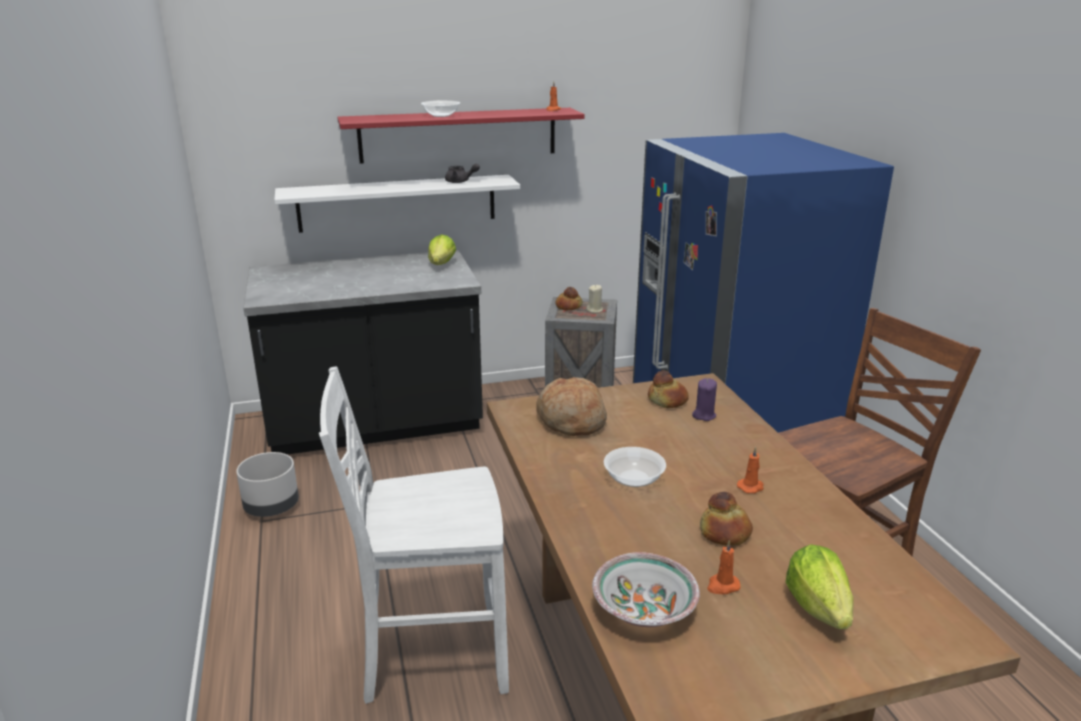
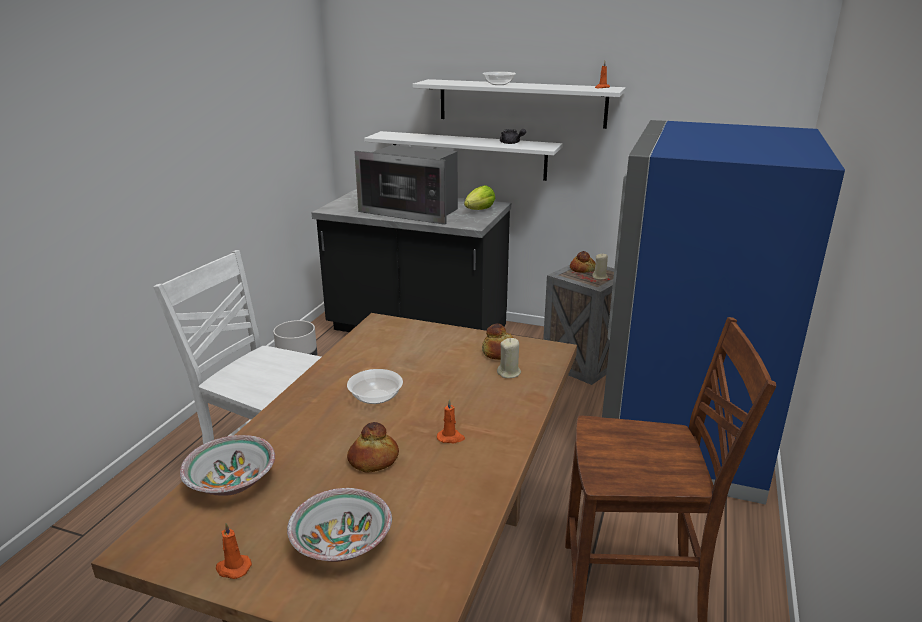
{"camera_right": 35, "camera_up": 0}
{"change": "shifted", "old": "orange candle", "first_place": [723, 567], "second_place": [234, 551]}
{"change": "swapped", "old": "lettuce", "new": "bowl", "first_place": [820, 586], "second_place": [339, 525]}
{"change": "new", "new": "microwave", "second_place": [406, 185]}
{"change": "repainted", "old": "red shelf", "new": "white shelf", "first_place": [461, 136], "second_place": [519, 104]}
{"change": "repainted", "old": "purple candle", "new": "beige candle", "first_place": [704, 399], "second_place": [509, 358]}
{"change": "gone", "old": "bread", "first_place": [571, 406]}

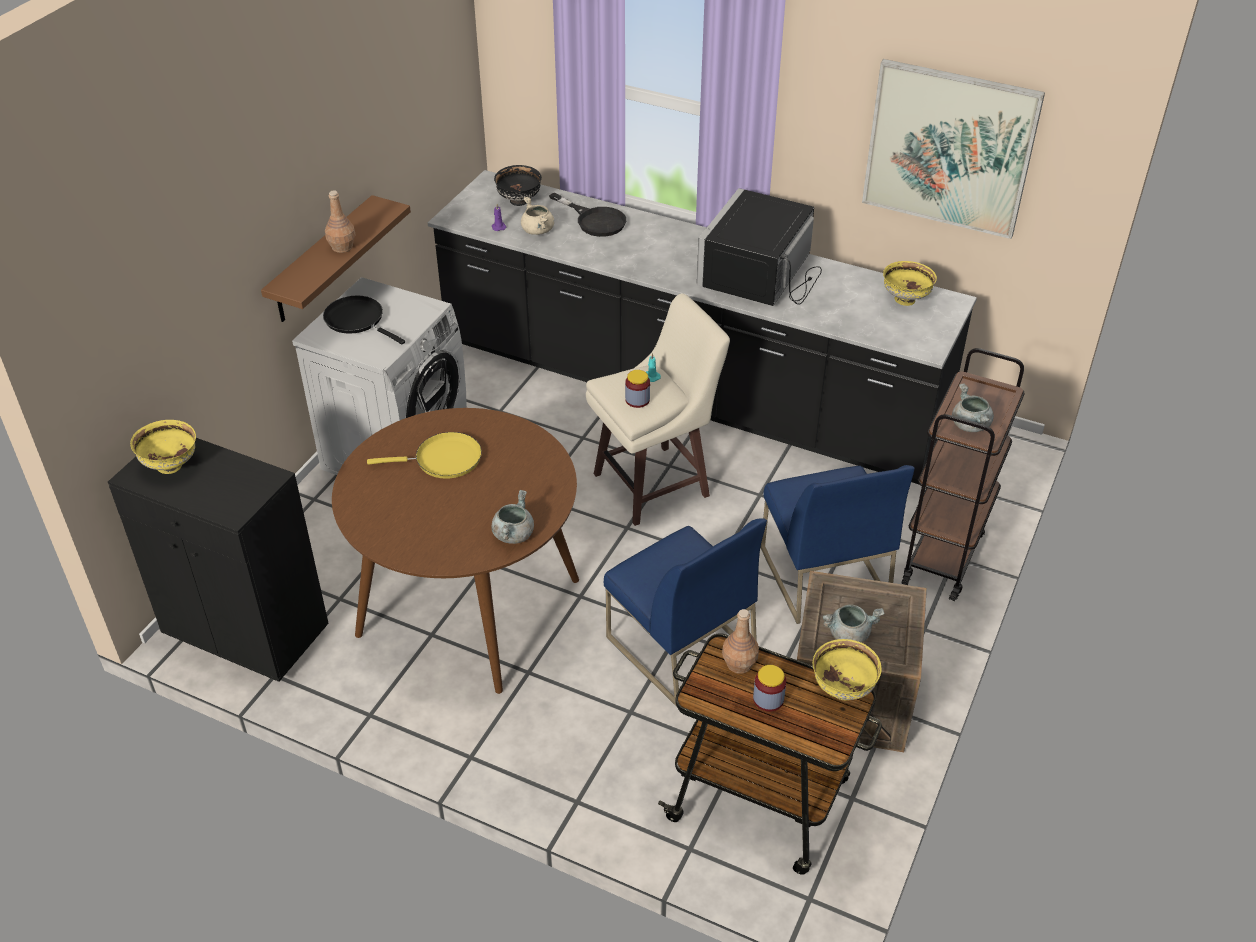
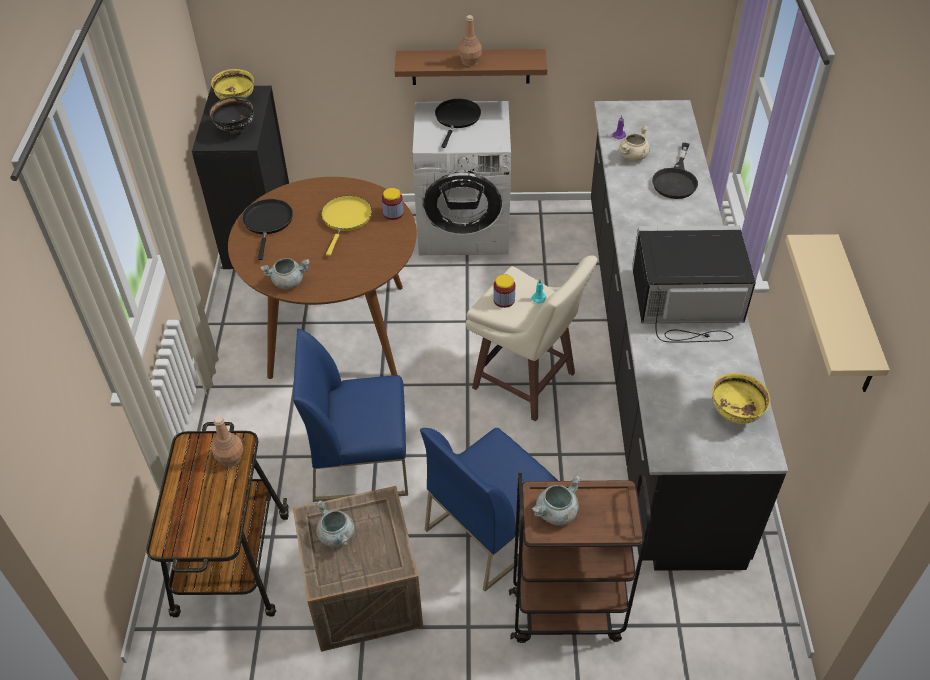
{"camera_right": 65, "camera_up": 5}
{"change": "shifted", "old": "black bowl", "first_place": [518, 185], "second_place": [231, 116]}
{"change": "new", "new": "black frying pan", "second_place": [267, 229]}
{"change": "rotated", "old": "blue chair", "first_place": [685, 612], "second_place": [350, 415], "degrees": 60}
{"change": "rotated", "old": "yellow frying pan", "first_place": [424, 455], "second_place": [346, 226], "degrees": -135}
{"change": "shifted", "old": "jar", "first_place": [769, 688], "second_place": [393, 204]}
{"change": "swapped", "old": "picture", "new": "beige shelf", "first_place": [953, 149], "second_place": [837, 313]}
{"change": "gone", "old": "yellow bowl", "first_place": [847, 669]}

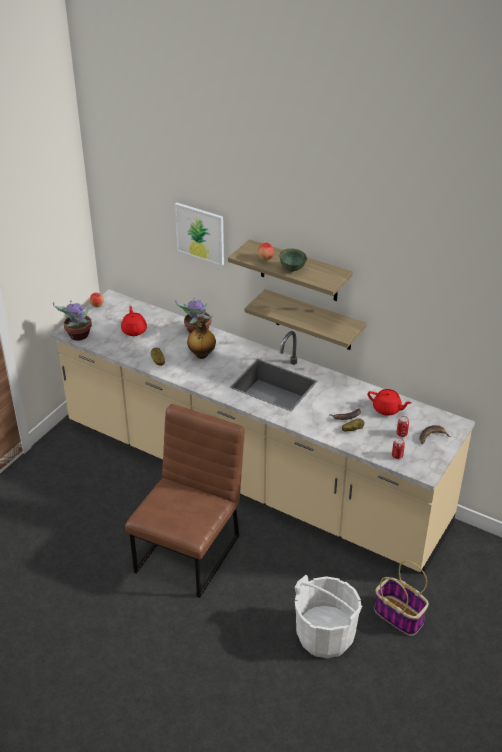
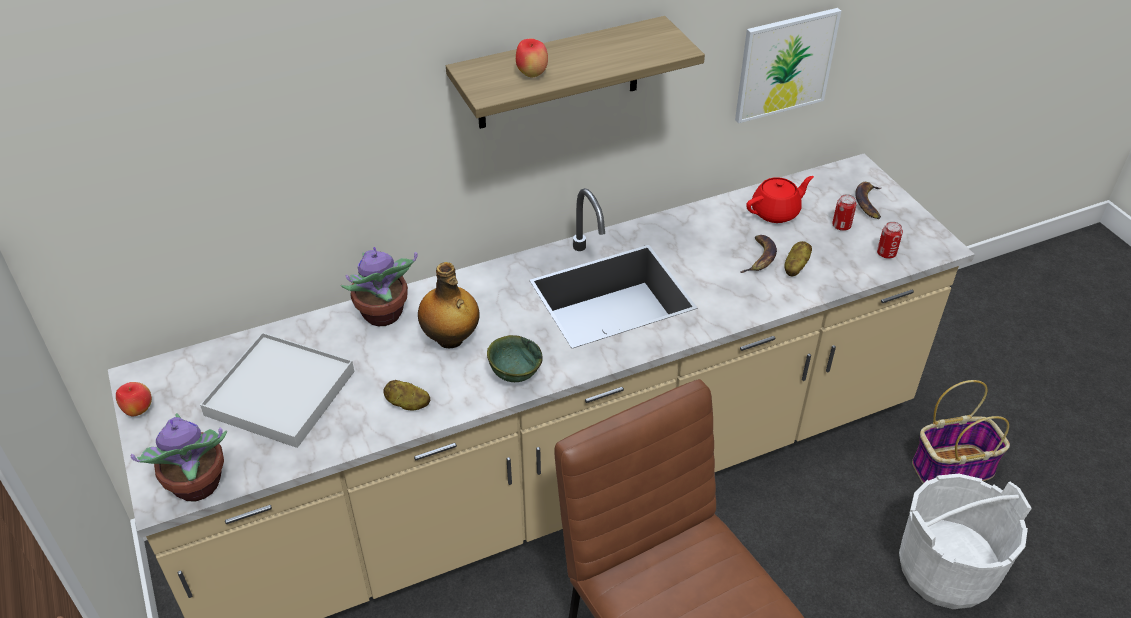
{"camera_right": -55, "camera_up": 5}
{"change": "swapped", "old": "red teapot", "new": "white tray", "first_place": [134, 321], "second_place": [277, 390]}
{"change": "shifted", "old": "green bowl", "first_place": [293, 260], "second_place": [515, 358]}
{"change": "shifted", "old": "picture", "first_place": [199, 234], "second_place": [788, 65]}
{"change": "gone", "old": "shelf", "first_place": [305, 319]}

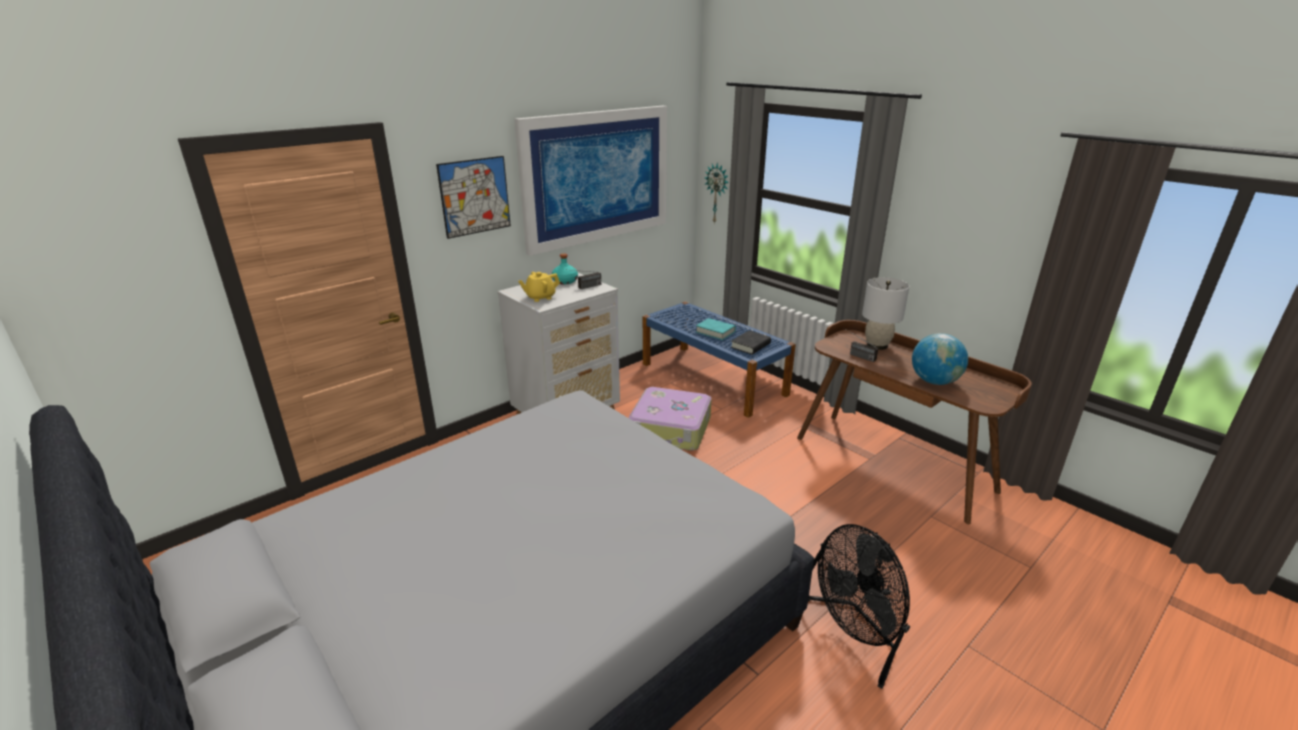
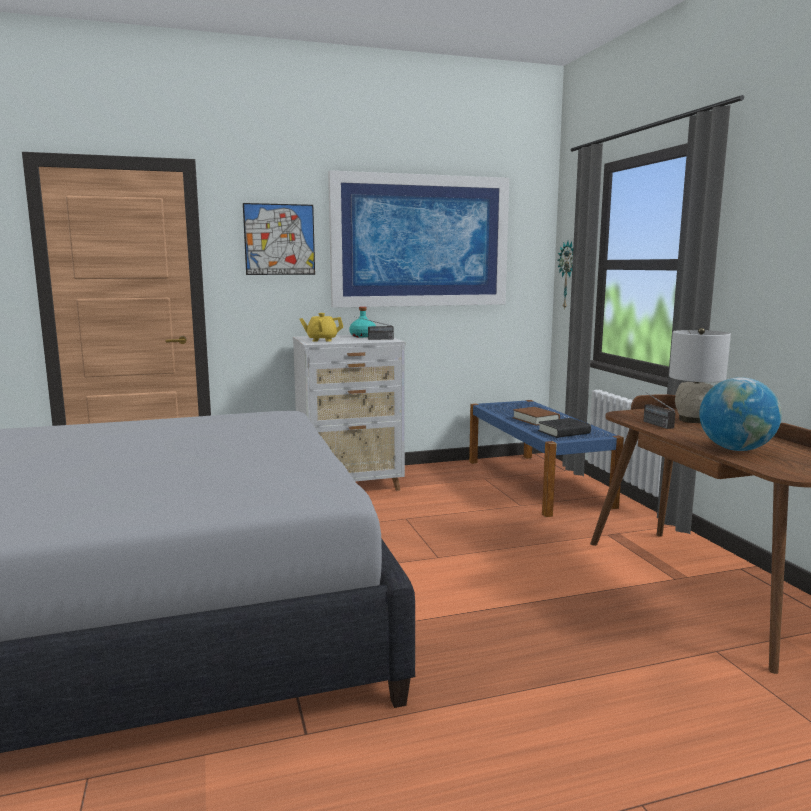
{"camera_right": 25, "camera_up": -15}
{"change": "repainted", "old": "turquoise book", "new": "brown book", "first_place": [716, 329], "second_place": [536, 416]}
{"change": "gone", "old": "suitcase", "first_place": [669, 419]}
{"change": "gone", "old": "black fan", "first_place": [859, 606]}

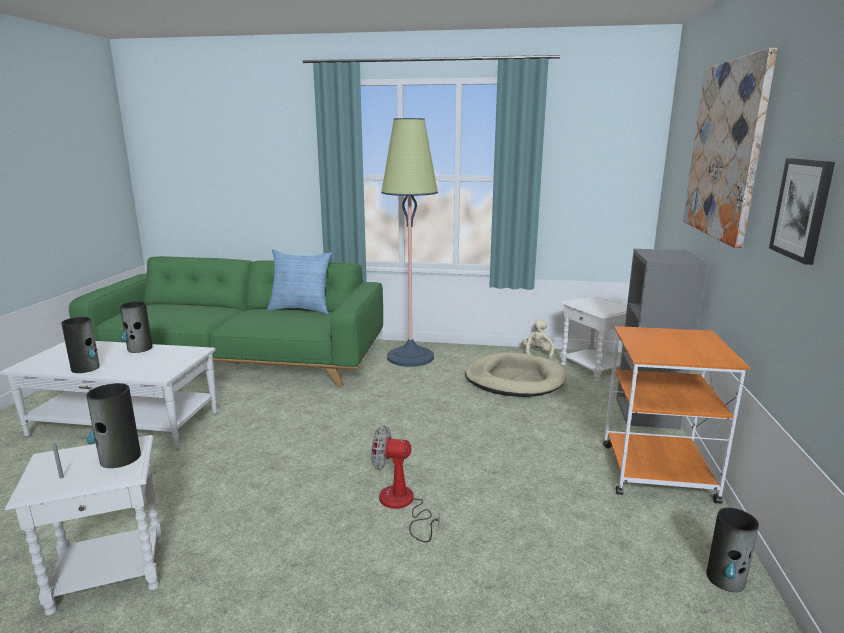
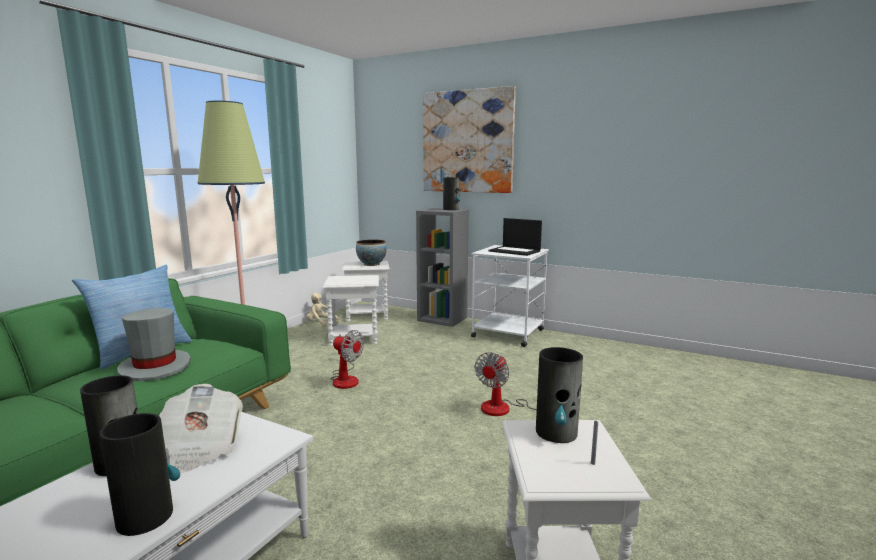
{"camera_right": -70, "camera_up": -5}
{"change": "new", "new": "grey hat", "second_place": [154, 344]}
{"change": "new", "new": "newspaper", "second_place": [201, 428]}
{"change": "swapped", "old": "beige dog bed", "new": "white side table", "first_place": [516, 374], "second_place": [350, 310]}
{"change": "new", "new": "fan", "second_place": [347, 359]}
{"change": "new", "new": "bowl", "second_place": [371, 253]}
{"change": "shifted", "old": "vase", "first_place": [732, 550], "second_place": [451, 193]}
{"change": "repainted", "old": "orange cart", "new": "white cart", "first_place": [676, 415], "second_place": [510, 296]}
{"change": "new", "new": "laptop", "second_place": [515, 237]}
{"change": "gone", "old": "picture", "first_place": [802, 211]}

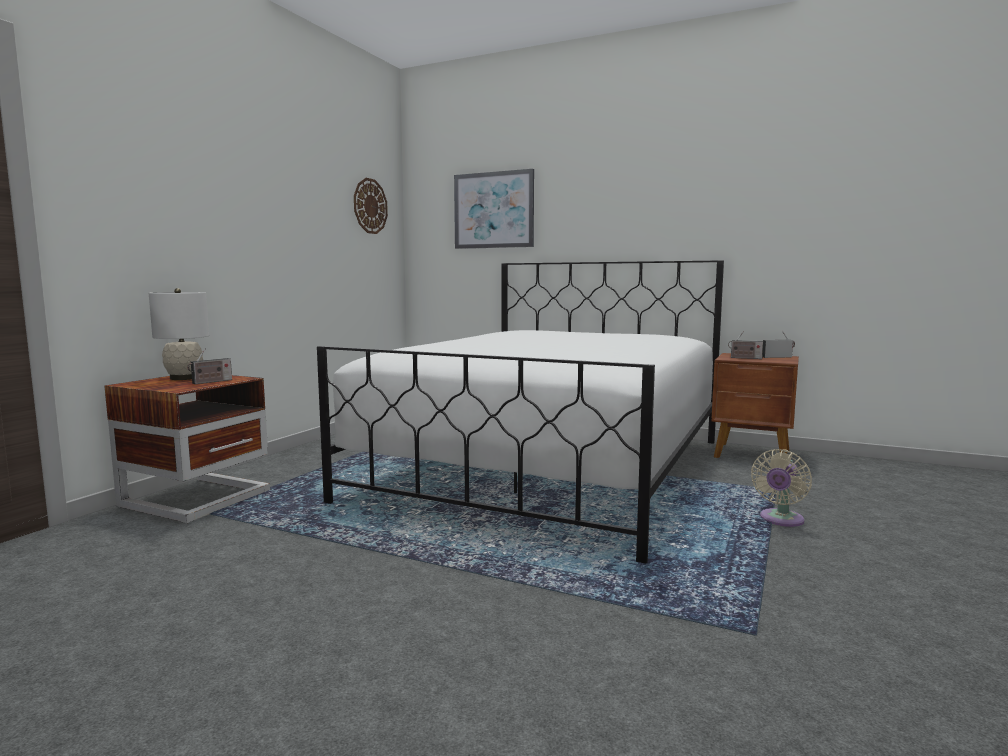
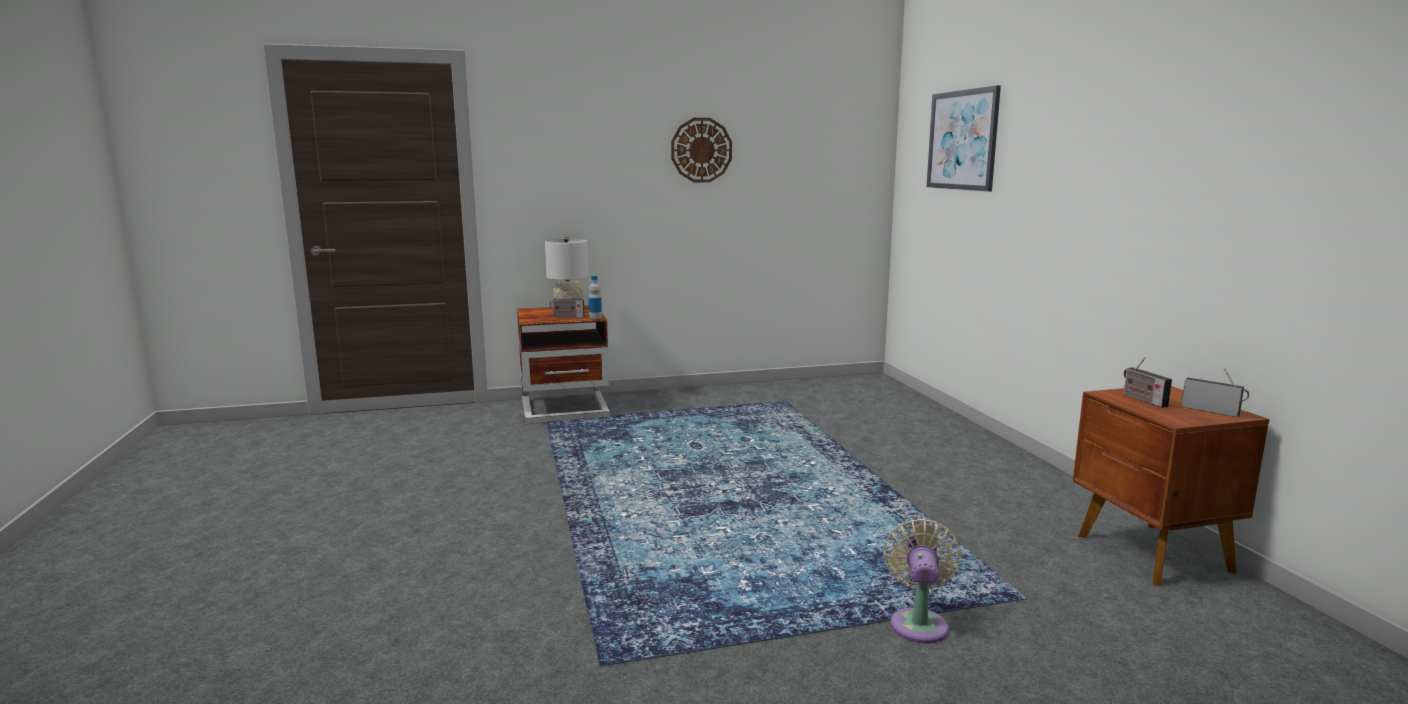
{"camera_right": 50, "camera_up": 5}
{"change": "new", "new": "bottle", "second_place": [595, 297]}
{"change": "shifted", "old": "wall clock", "first_place": [371, 206], "second_place": [701, 150]}
{"change": "rotated", "old": "beige fan", "first_place": [781, 488], "second_place": [922, 581], "degrees": 105}
{"change": "gone", "old": "white bed", "first_place": [520, 412]}

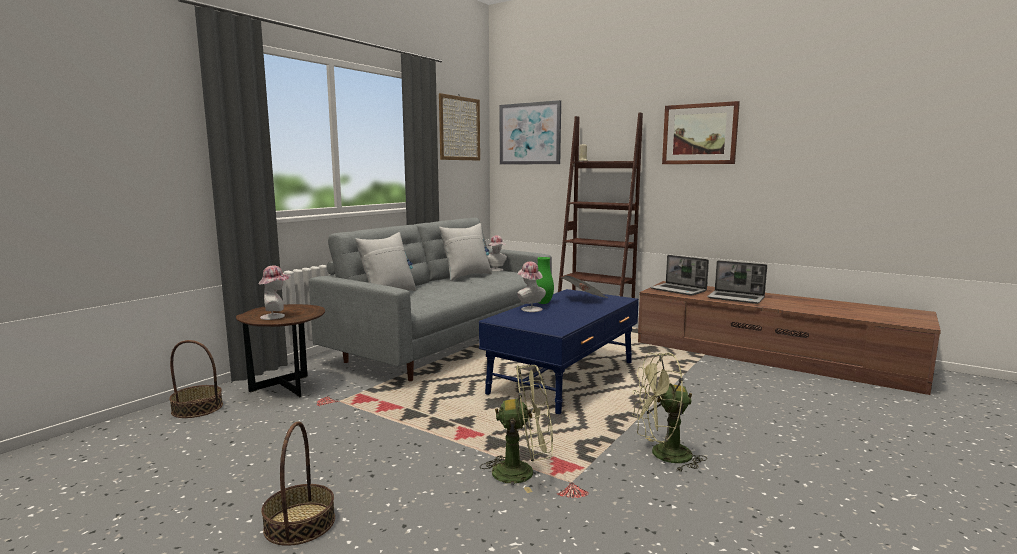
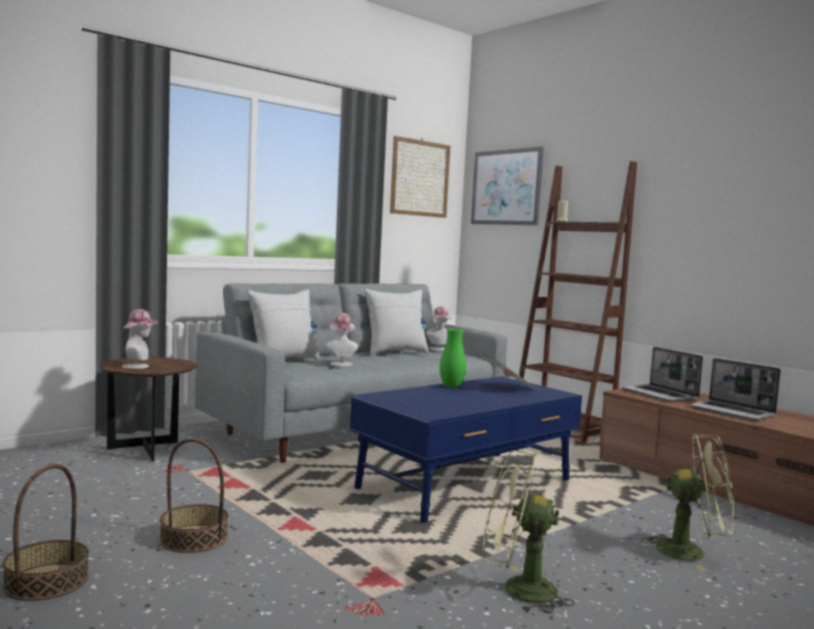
{"camera_right": 15, "camera_up": -5}
{"change": "shifted", "old": "basket", "first_place": [196, 379], "second_place": [193, 495]}
{"change": "shifted", "old": "hat", "first_place": [531, 286], "second_place": [342, 339]}
{"change": "shifted", "old": "green fan", "first_place": [516, 429], "second_place": [687, 502]}
{"change": "gone", "old": "picture", "first_place": [701, 132]}

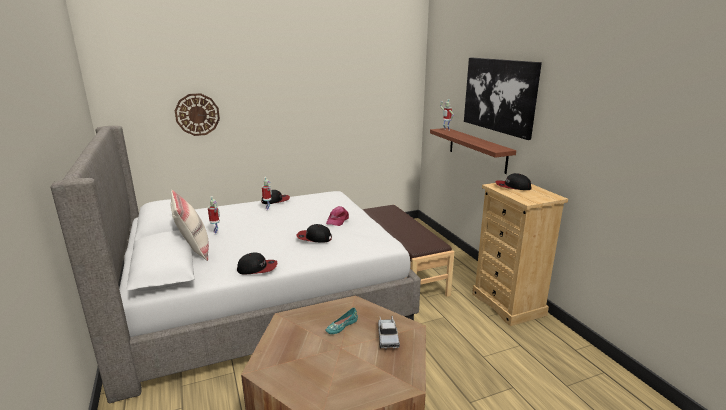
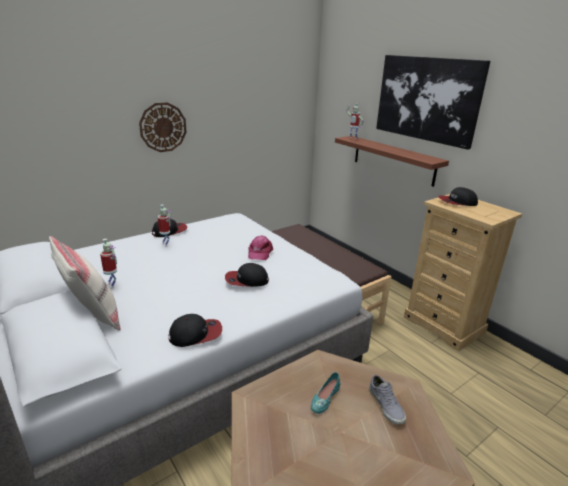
{"camera_right": -15, "camera_up": 5}
{"change": "shifted", "old": "wall clock", "first_place": [197, 114], "second_place": [163, 127]}
{"change": "swapped", "old": "toy truck", "new": "grey shoe", "first_place": [389, 332], "second_place": [387, 400]}

